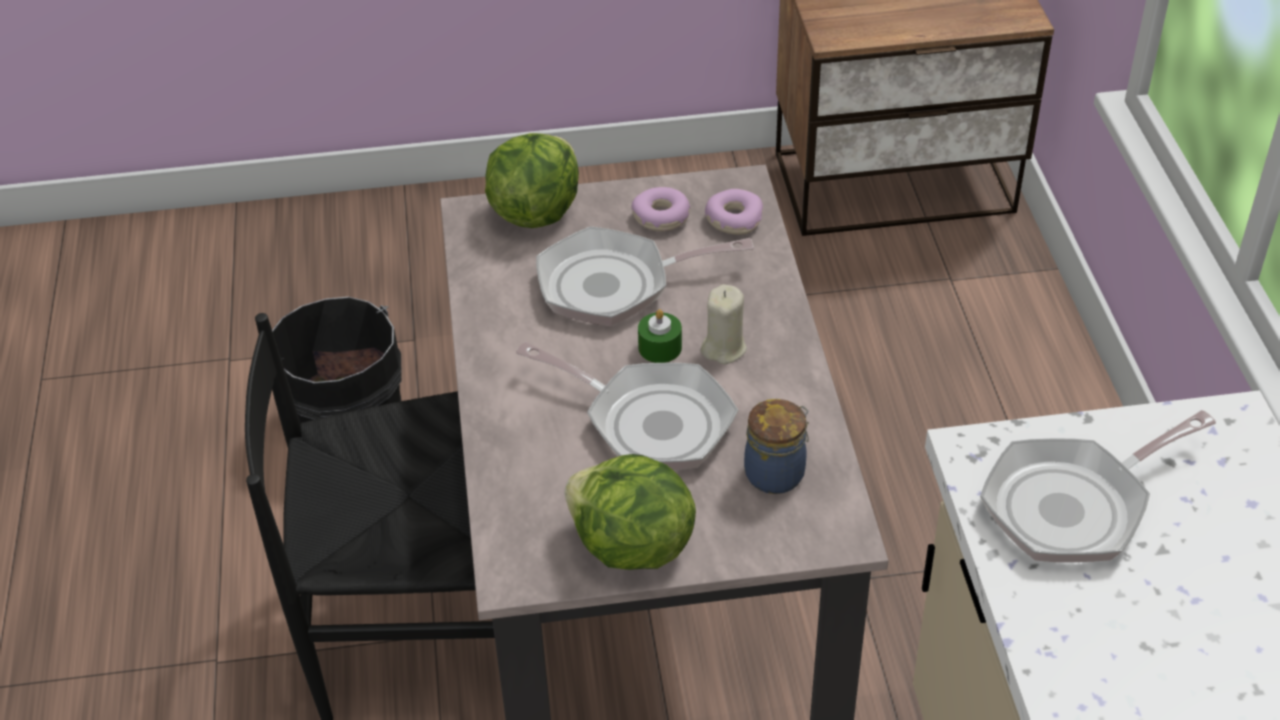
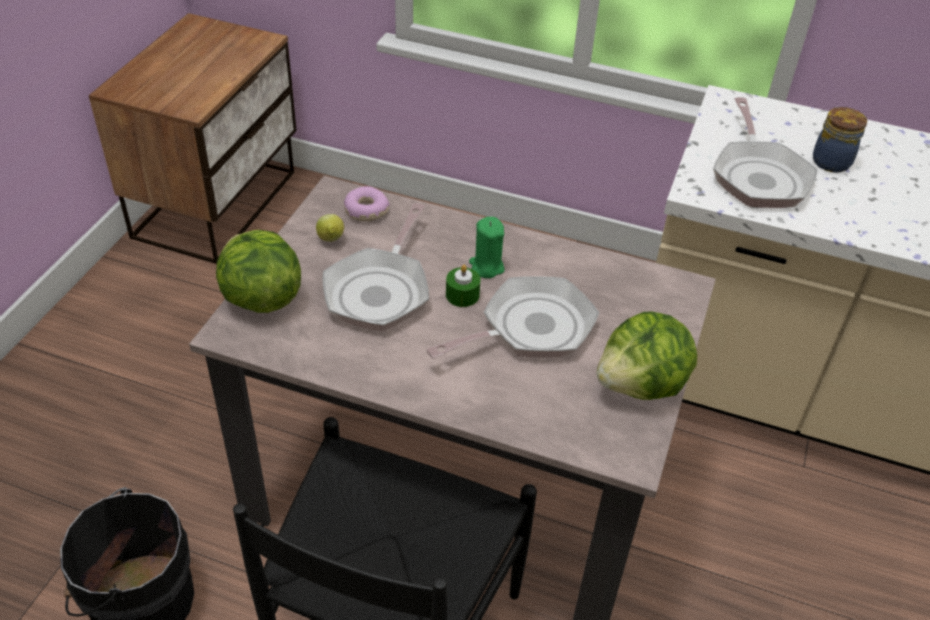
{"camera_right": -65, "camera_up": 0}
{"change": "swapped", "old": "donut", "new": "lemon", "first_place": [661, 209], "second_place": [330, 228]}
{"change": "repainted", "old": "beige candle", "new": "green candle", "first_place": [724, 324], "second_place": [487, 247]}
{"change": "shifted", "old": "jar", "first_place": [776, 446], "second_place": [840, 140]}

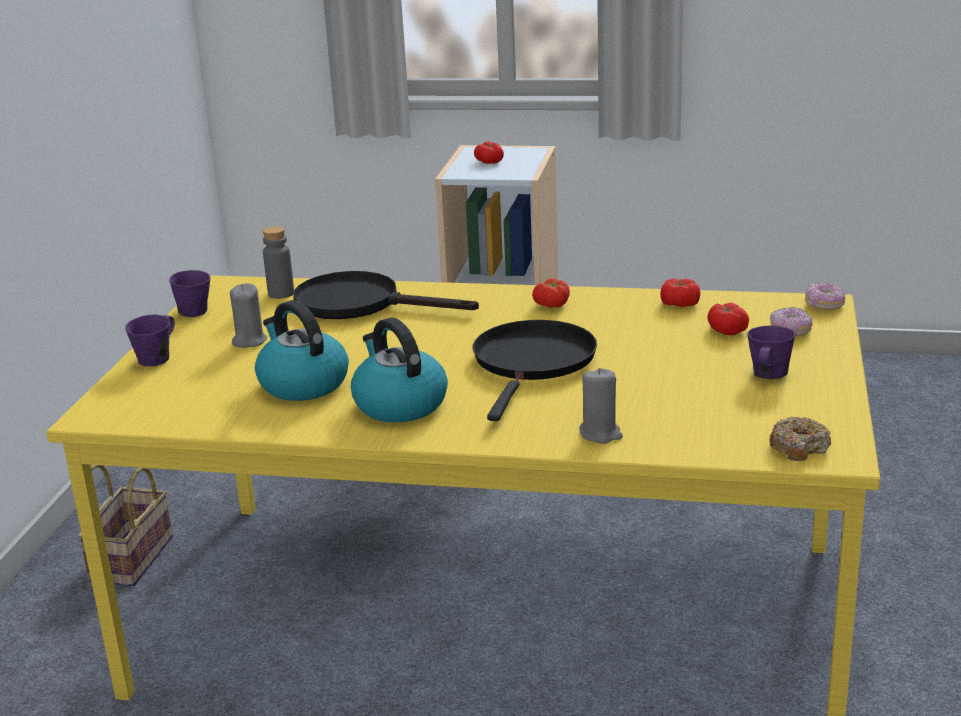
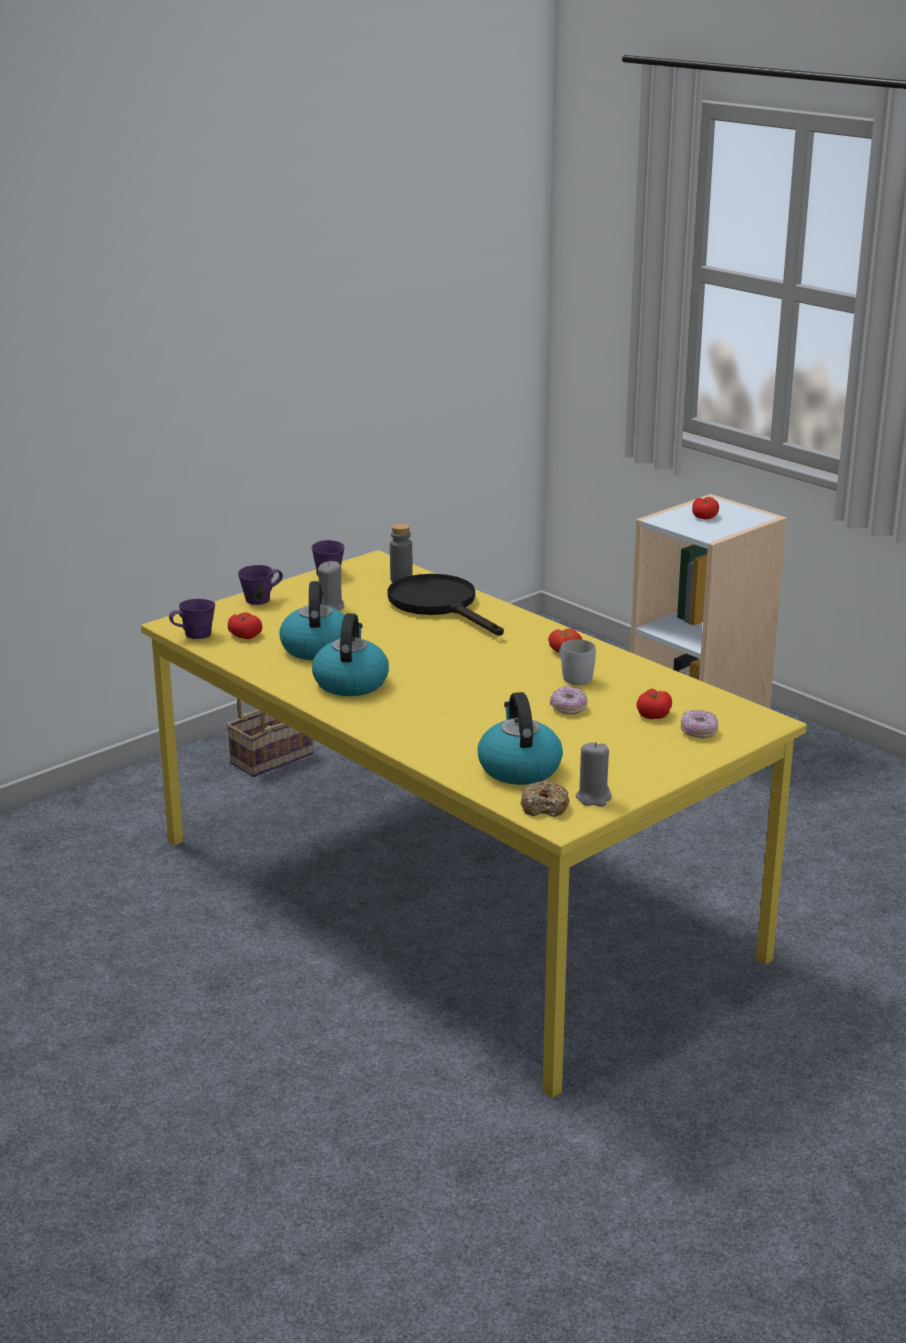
{"camera_right": 35, "camera_up": 0}
{"change": "shifted", "old": "purple mug", "first_place": [771, 352], "second_place": [192, 619]}
{"change": "shifted", "old": "tomato", "first_place": [680, 293], "second_place": [245, 625]}
{"change": "new", "new": "kettle", "second_place": [520, 738]}
{"change": "shifted", "old": "donut", "first_place": [825, 296], "second_place": [568, 700]}
{"change": "new", "new": "white mug", "second_place": [577, 662]}
{"change": "shifted", "old": "grey candle", "first_place": [601, 406], "second_place": [594, 774]}
{"change": "gone", "old": "black frying pan", "first_place": [535, 370]}

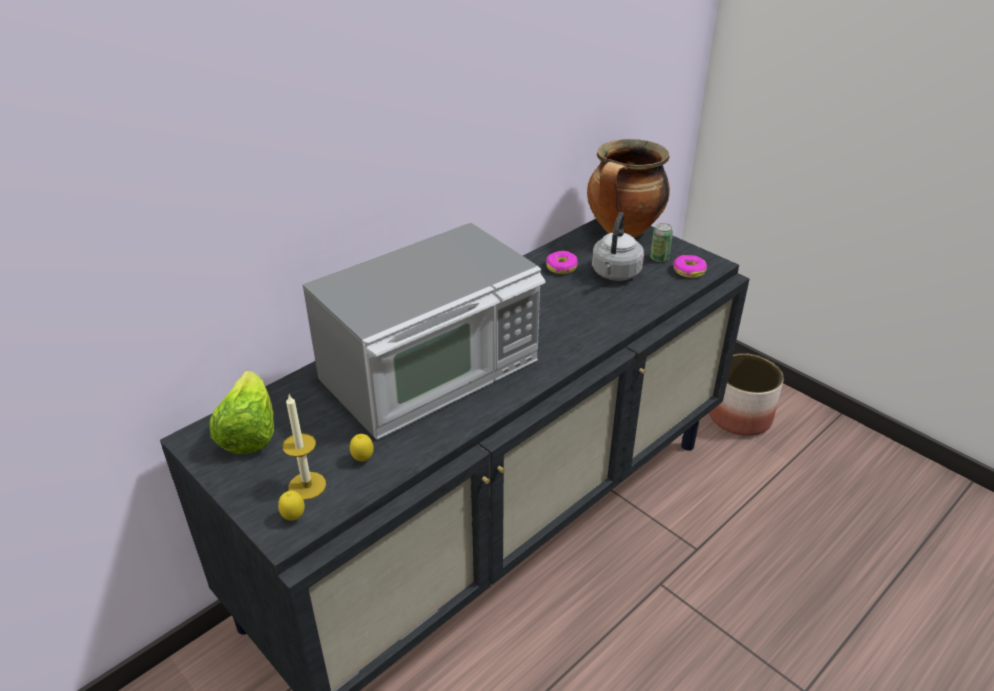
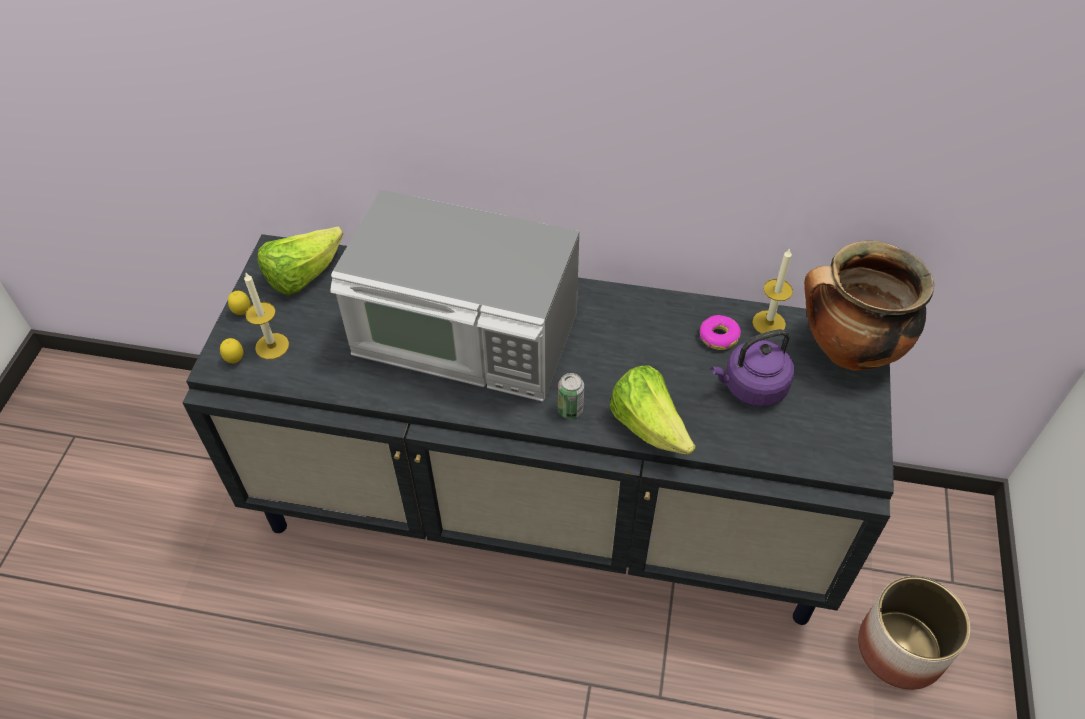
{"camera_right": 55, "camera_up": 15}
{"change": "shifted", "old": "lemon", "first_place": [362, 448], "second_place": [239, 303]}
{"change": "shifted", "old": "can", "first_place": [661, 242], "second_place": [571, 396]}
{"change": "new", "new": "lettuce", "second_place": [652, 410]}
{"change": "repainted", "old": "grey kettle", "new": "purple kettle", "first_place": [618, 246], "second_place": [752, 368]}
{"change": "new", "new": "candle", "second_place": [772, 291]}
{"change": "gone", "old": "donut", "first_place": [690, 266]}

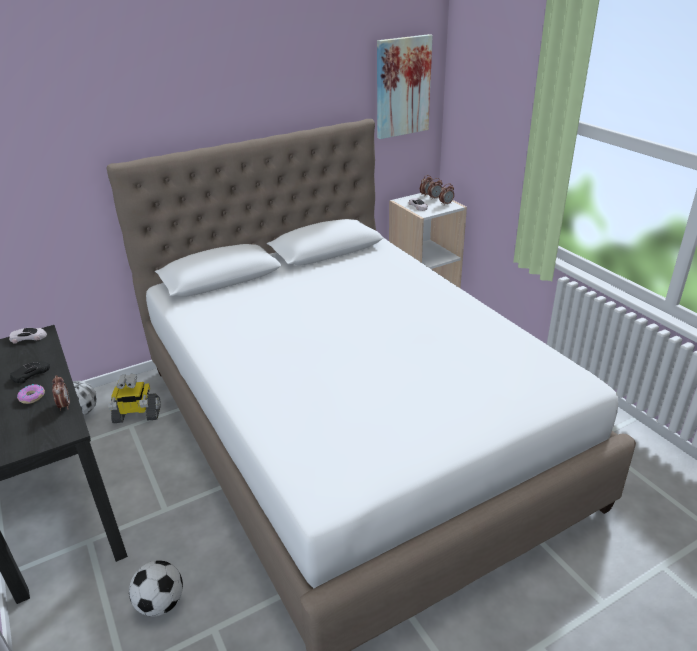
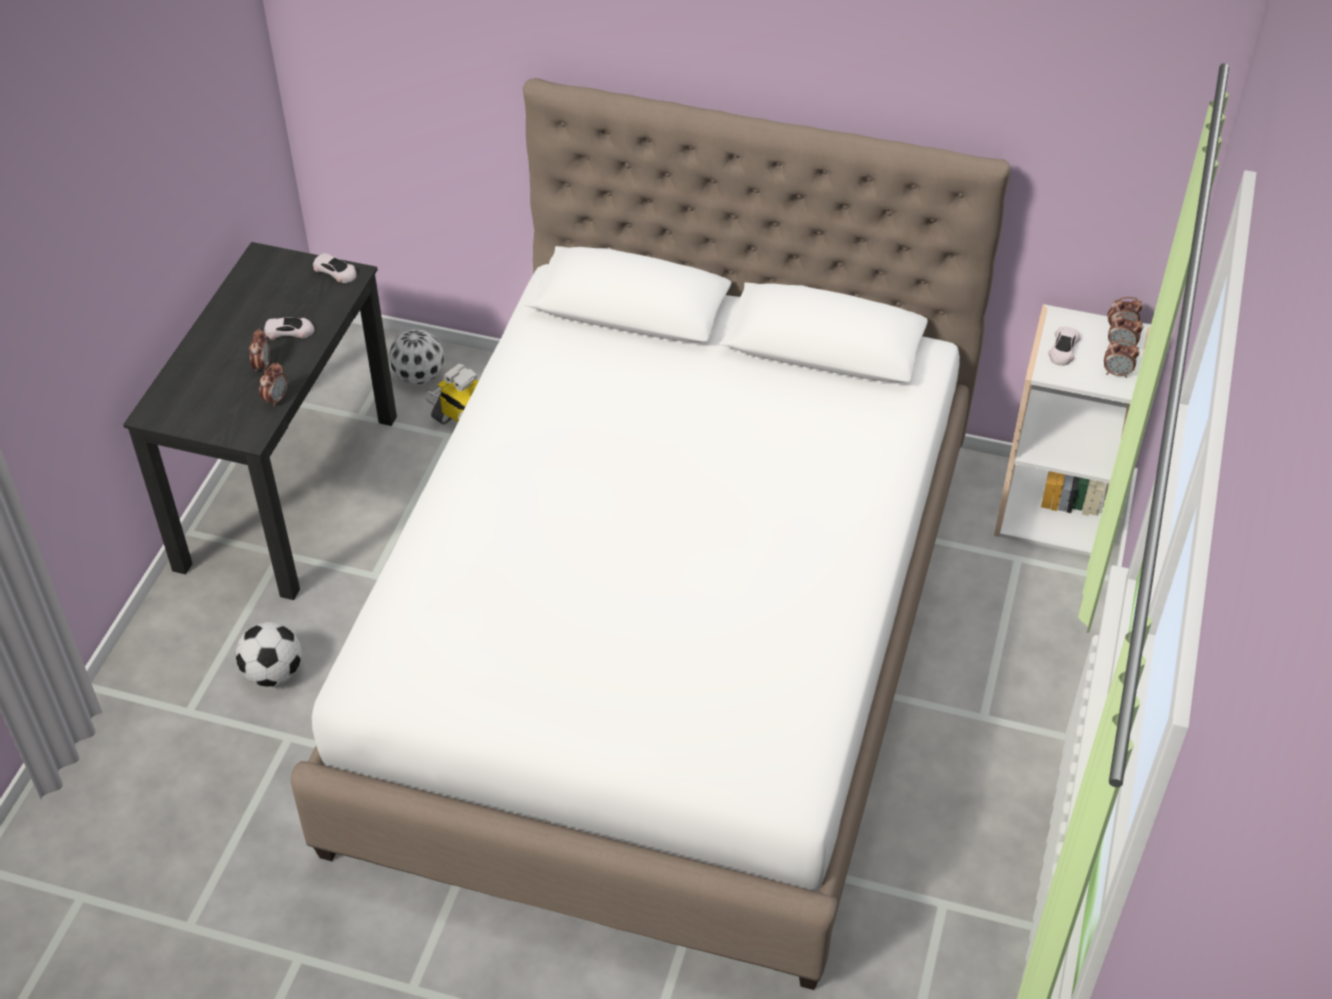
{"camera_right": 45, "camera_up": 15}
{"change": "swapped", "old": "donut", "new": "alarm clock", "first_place": [31, 394], "second_place": [259, 351]}
{"change": "repainted", "old": "black toy car", "new": "white toy car", "first_place": [30, 372], "second_place": [289, 328]}
{"change": "gone", "old": "picture", "first_place": [405, 86]}

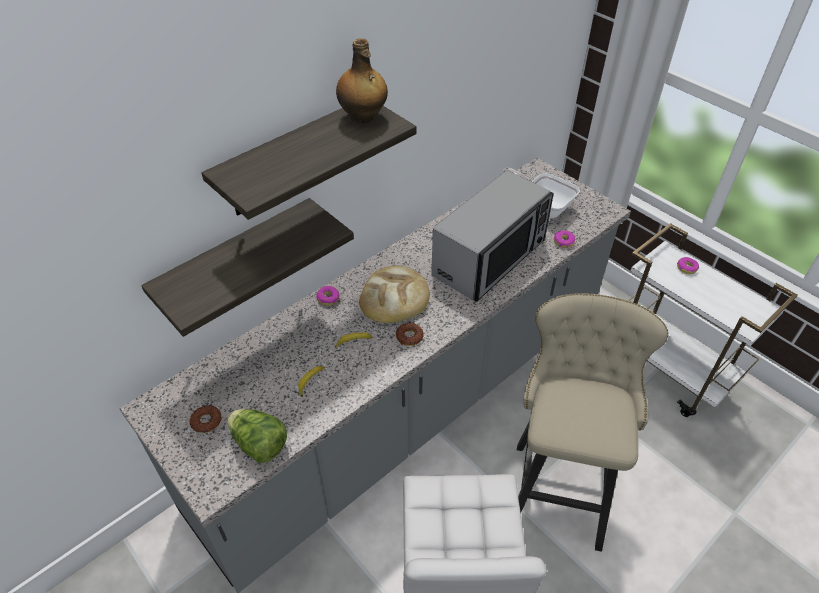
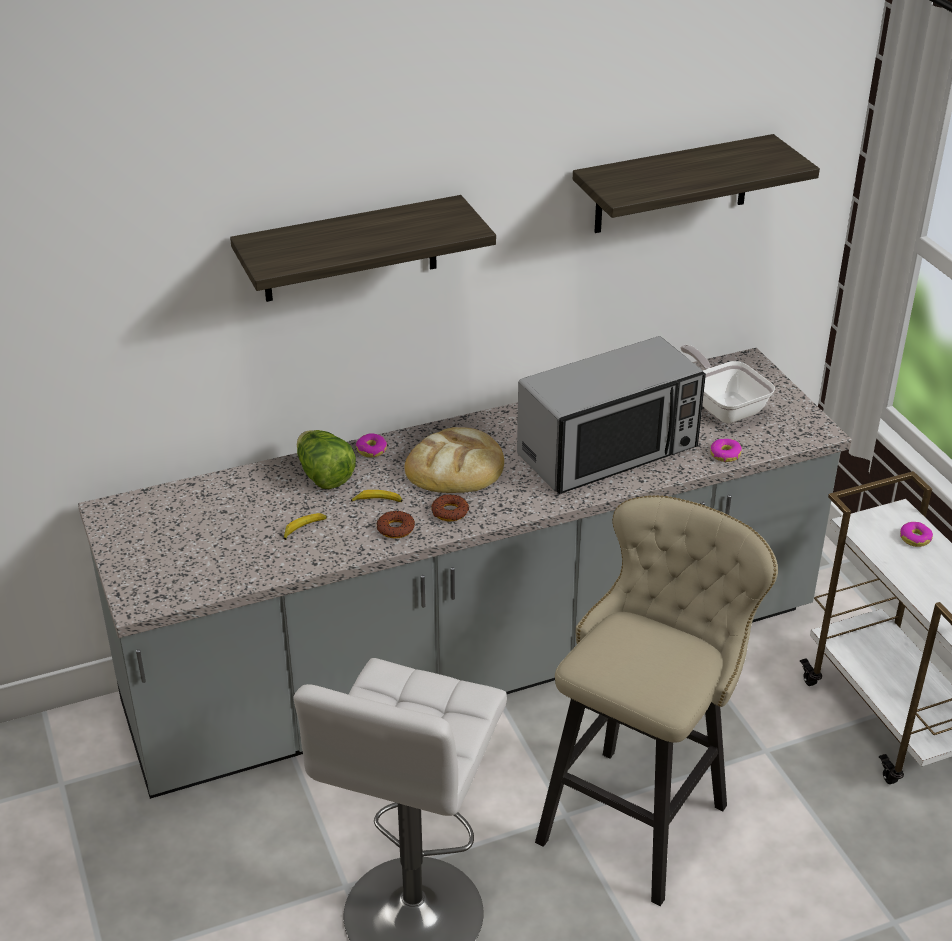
{"camera_right": 20, "camera_up": -10}
{"change": "shifted", "old": "lettuce", "first_place": [257, 436], "second_place": [326, 459]}
{"change": "shifted", "old": "donut", "first_place": [205, 419], "second_place": [395, 524]}
{"change": "shifted", "old": "shelf", "first_place": [247, 267], "second_place": [696, 183]}
{"change": "gone", "old": "bottle", "first_place": [362, 81]}

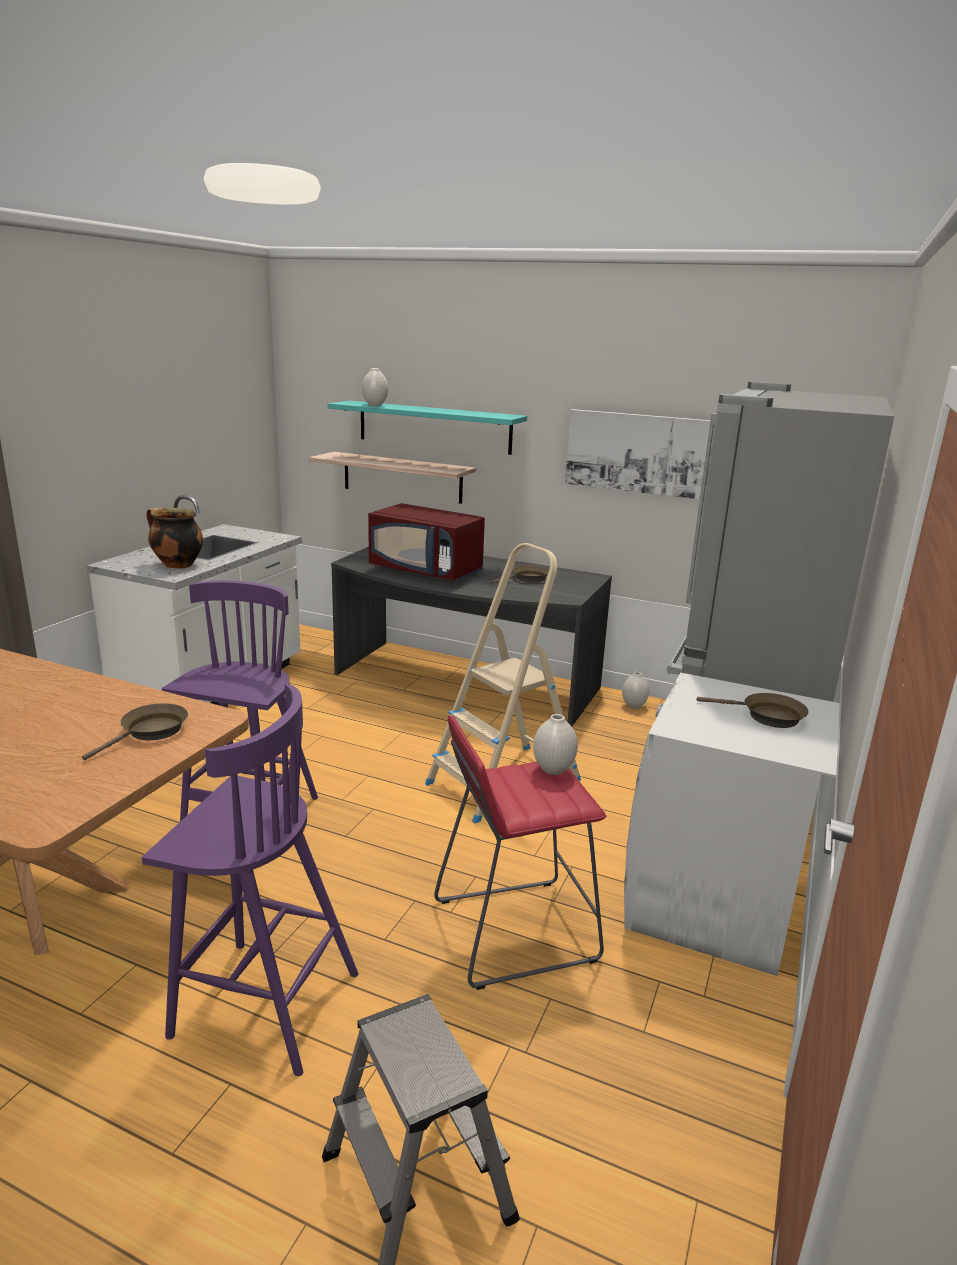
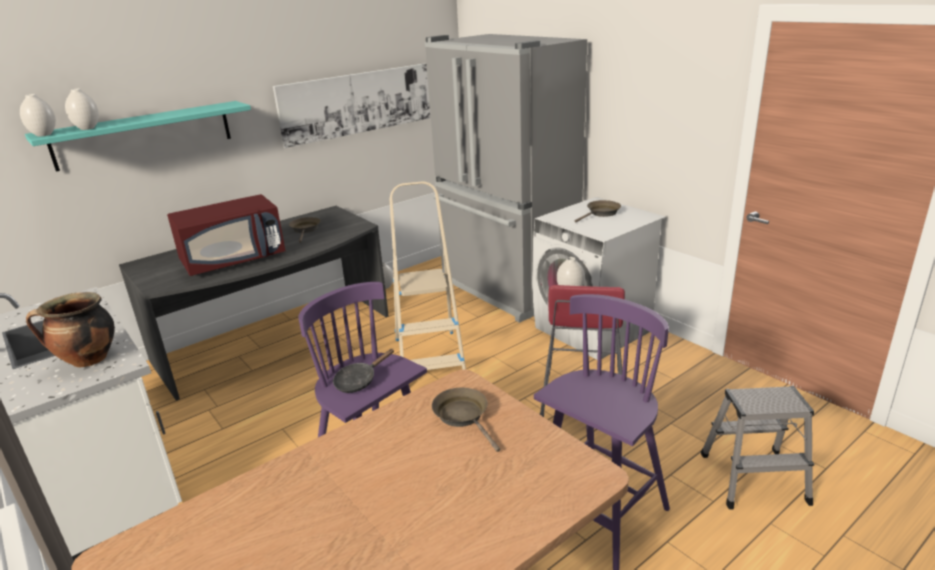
{"camera_right": -60, "camera_up": 5}
{"change": "new", "new": "white vase", "second_place": [38, 115]}
{"change": "new", "new": "black frying pan", "second_place": [363, 371]}
{"change": "gone", "old": "shelf", "first_place": [392, 478]}

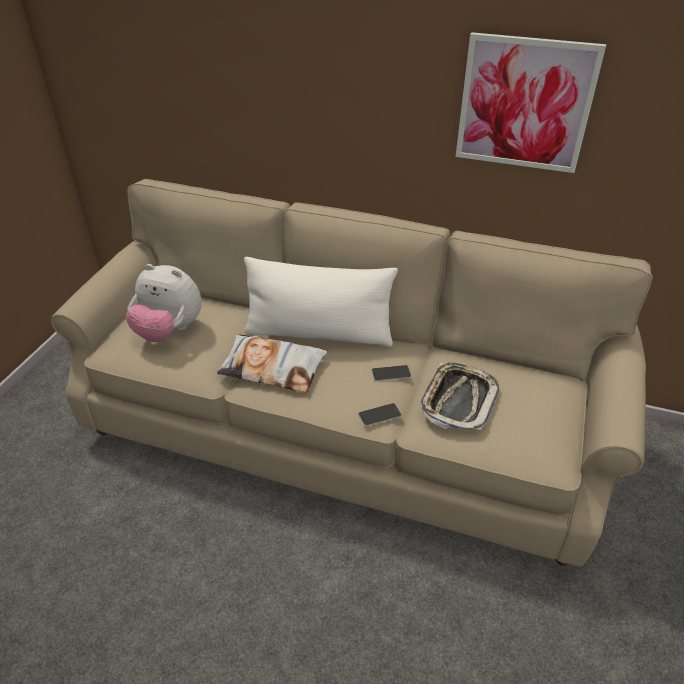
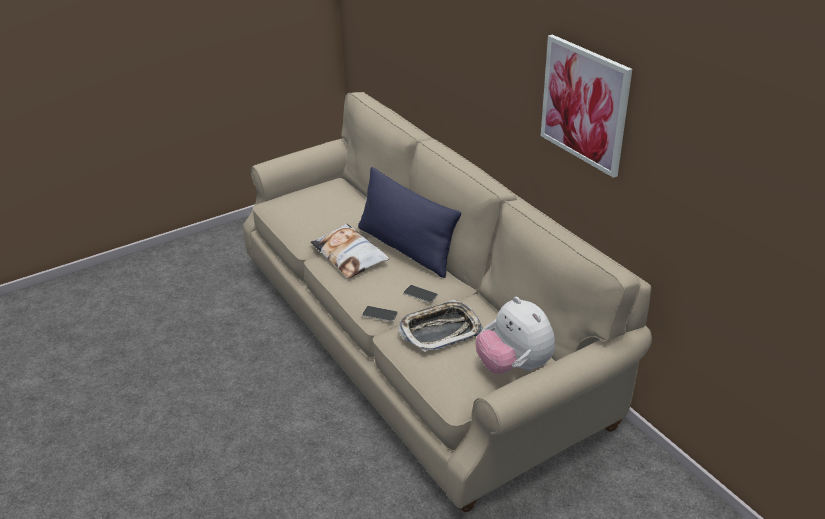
{"camera_right": 40, "camera_up": -5}
{"change": "repainted", "old": "white pillow", "new": "blue pillow", "first_place": [321, 302], "second_place": [409, 222]}
{"change": "shifted", "old": "plush toy", "first_place": [164, 303], "second_place": [515, 335]}

